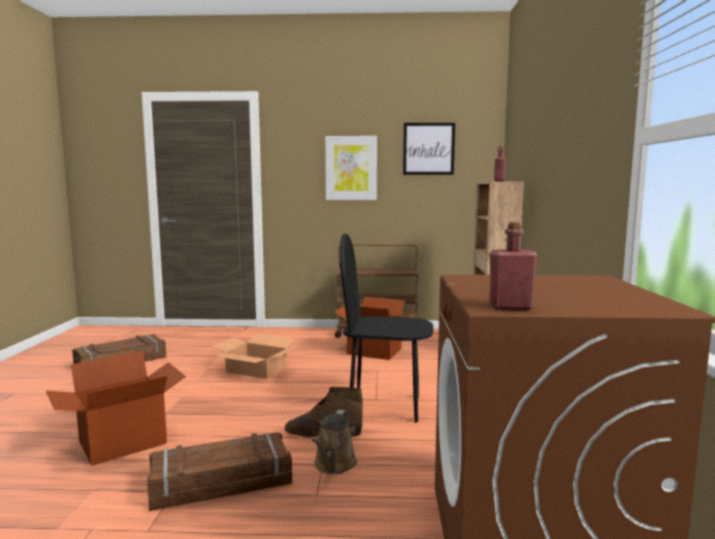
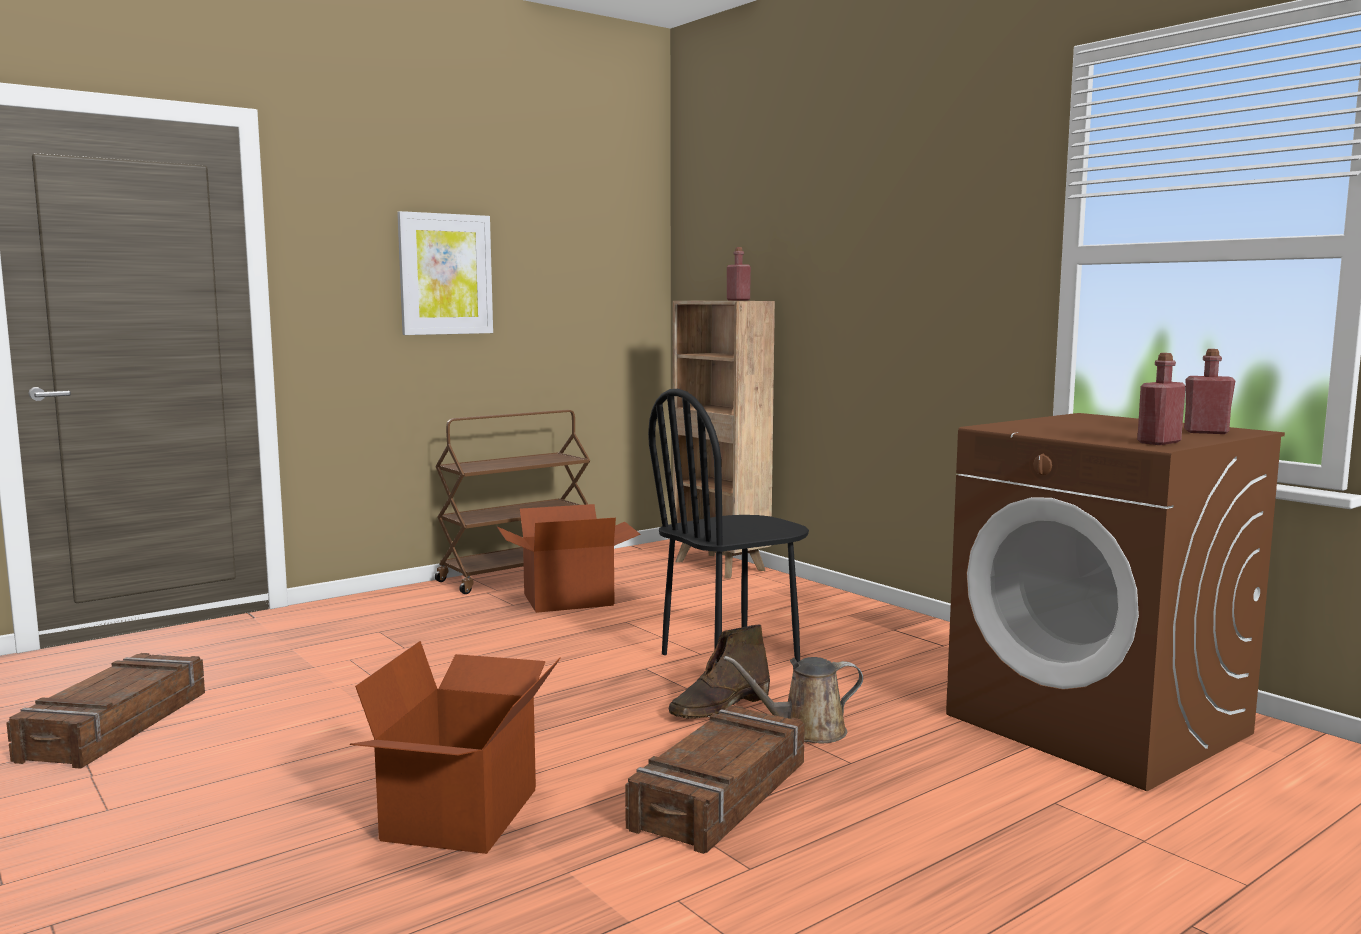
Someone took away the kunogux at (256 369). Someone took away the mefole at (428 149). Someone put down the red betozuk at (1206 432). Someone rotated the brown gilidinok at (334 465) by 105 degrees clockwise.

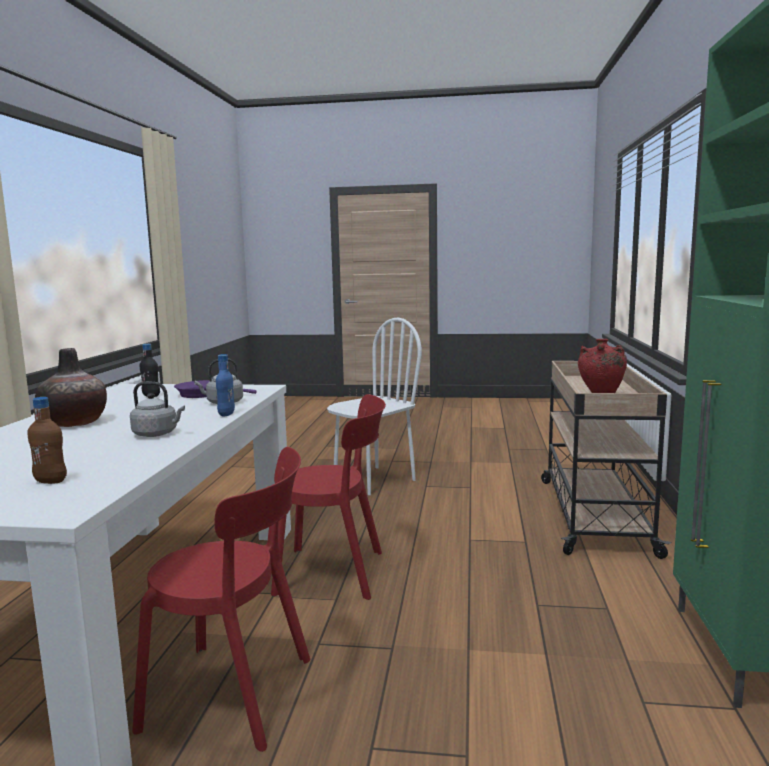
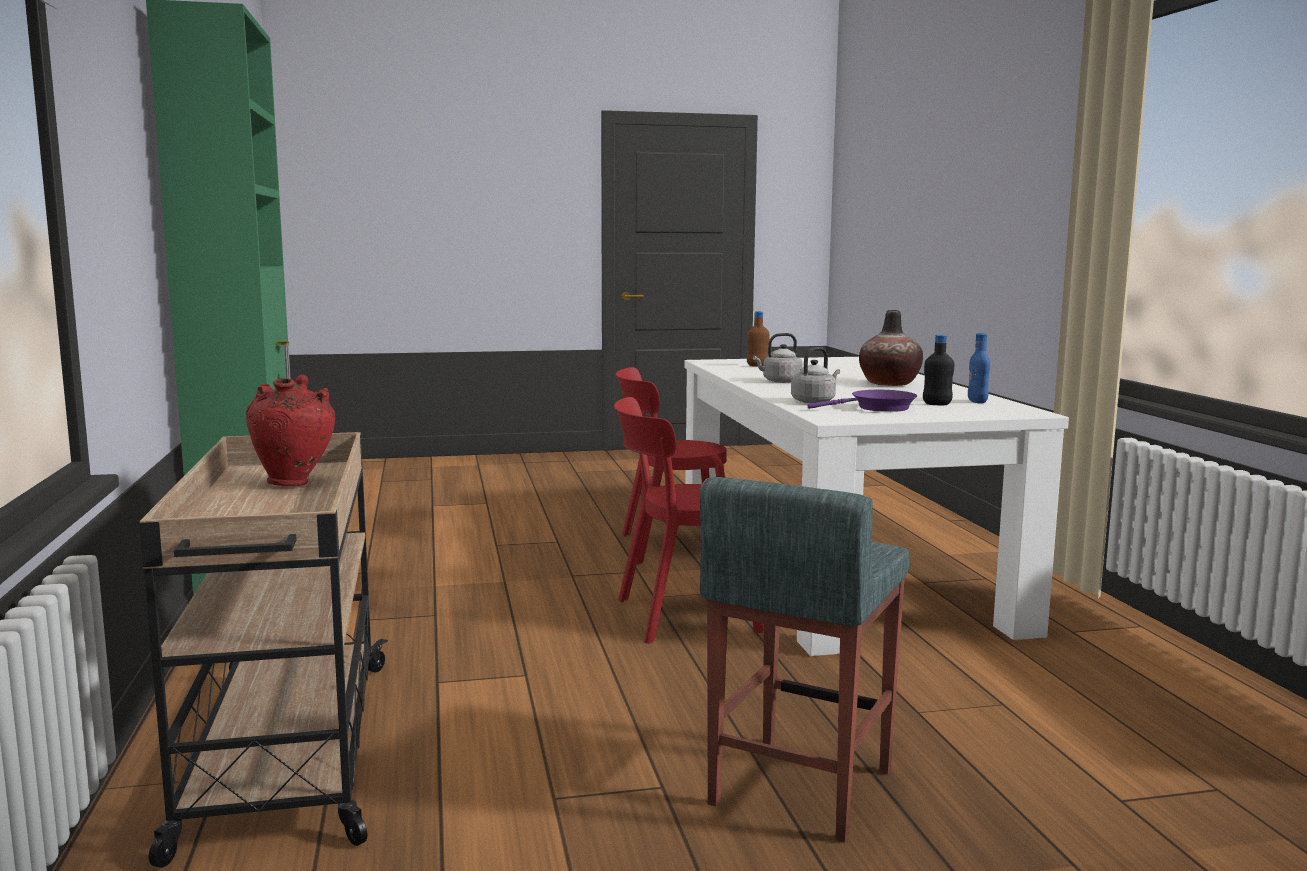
Someone carried the blue betozuk from (226 414) to (977 402). Someone swapped the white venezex at (374 480) for the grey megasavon at (799 788).

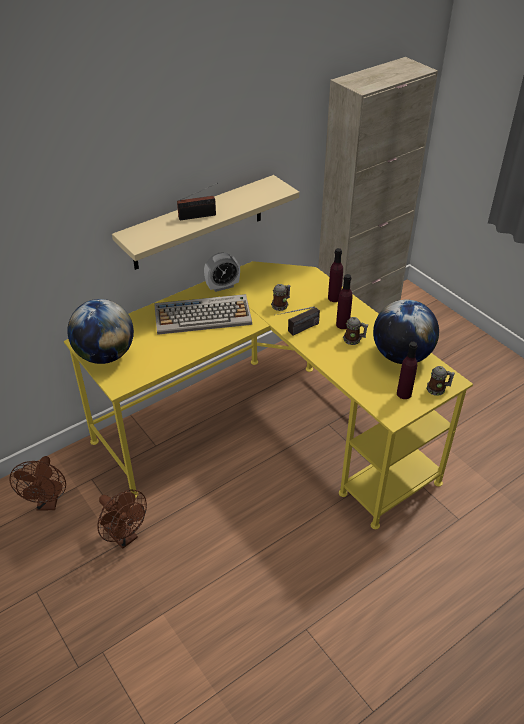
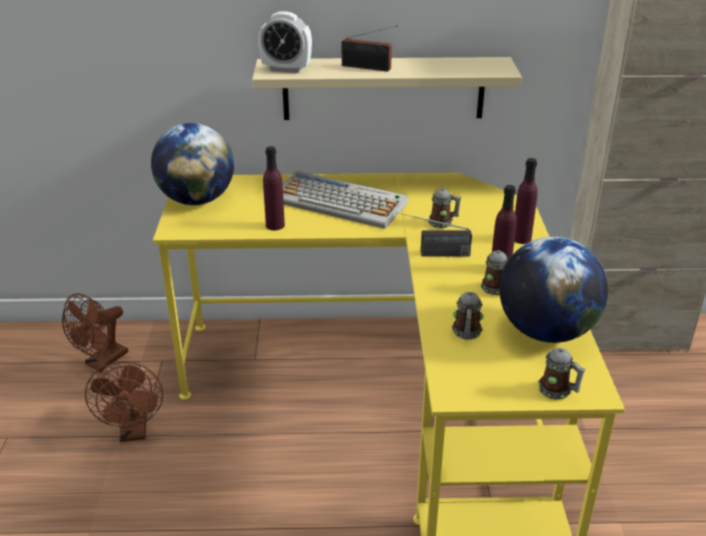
Someone put down the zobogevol at (466 334). Someone carried the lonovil from (222 286) to (286 69). Someone carried the purple betozuk from (404 394) to (275 225).

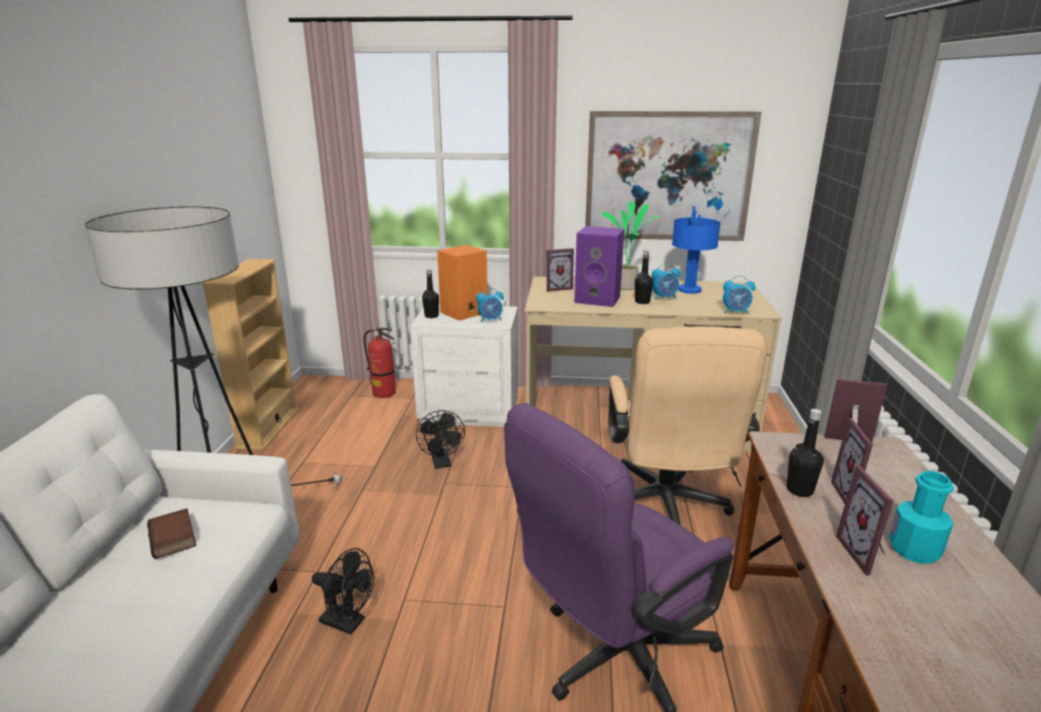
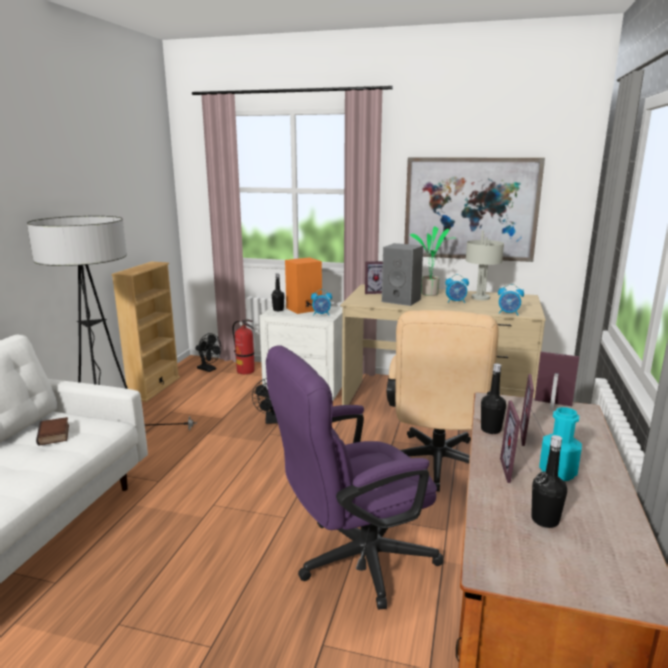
Someone carried the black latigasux from (348 622) to (209 369). Someone carried the black betozuk from (642 302) to (545 520). Someone repainted the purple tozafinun at (598 299), which became the grey tozafinun at (402 300). Someone repainted the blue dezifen at (690 290), which became the grey dezifen at (481 298).

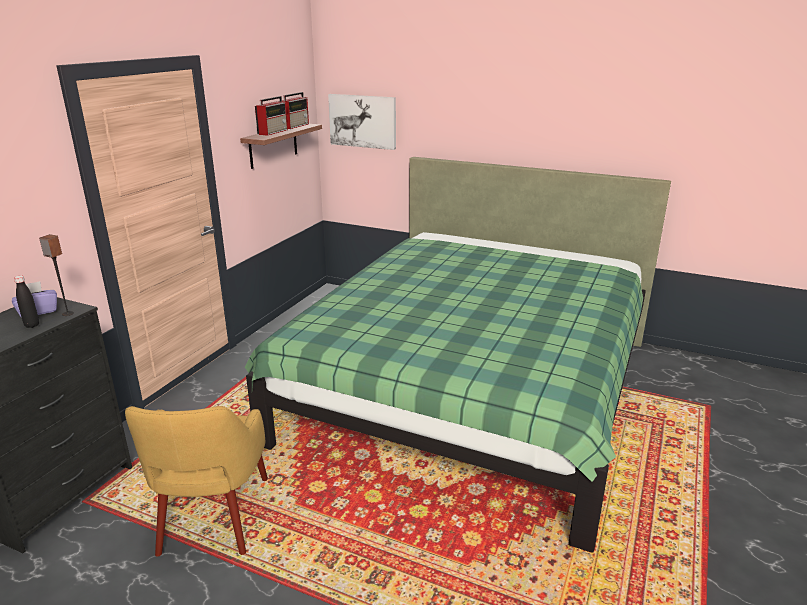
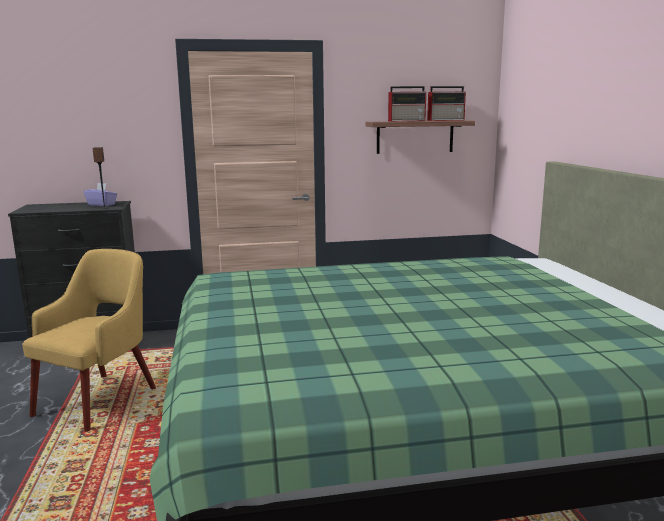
Someone took away the black betozuk at (32 325). Someone took away the mefole at (363 121). Someone rotated the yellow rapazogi at (213 518) by 150 degrees clockwise.

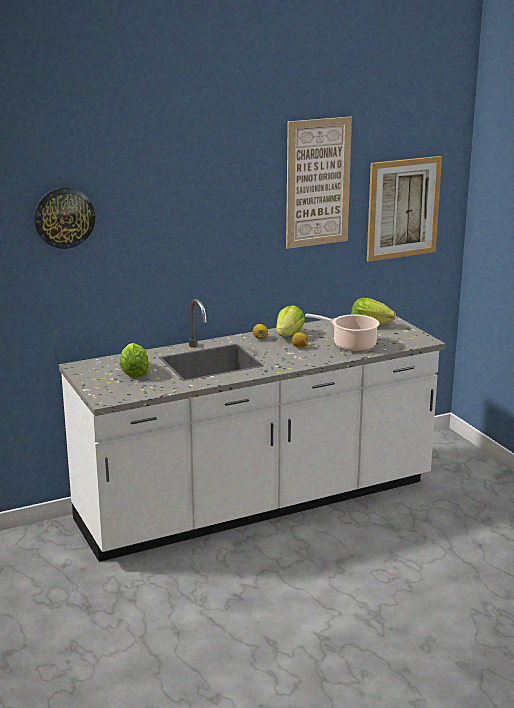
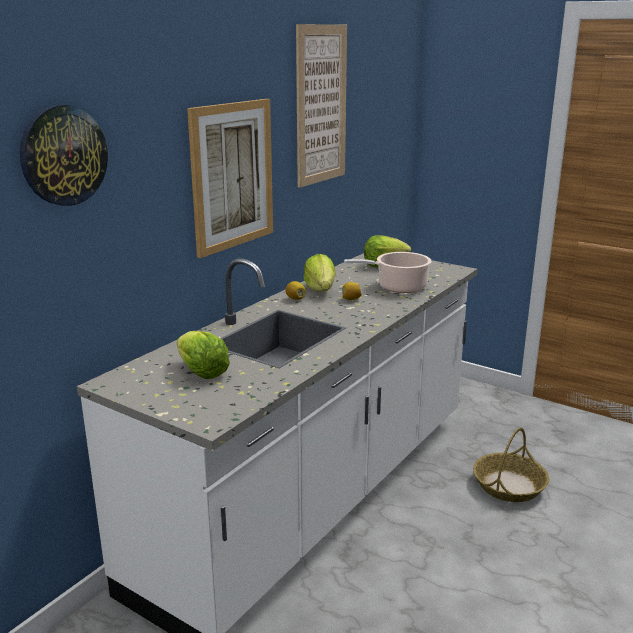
Someone put down the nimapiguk at (509 485). Someone carried the mefole from (403 208) to (232 176).

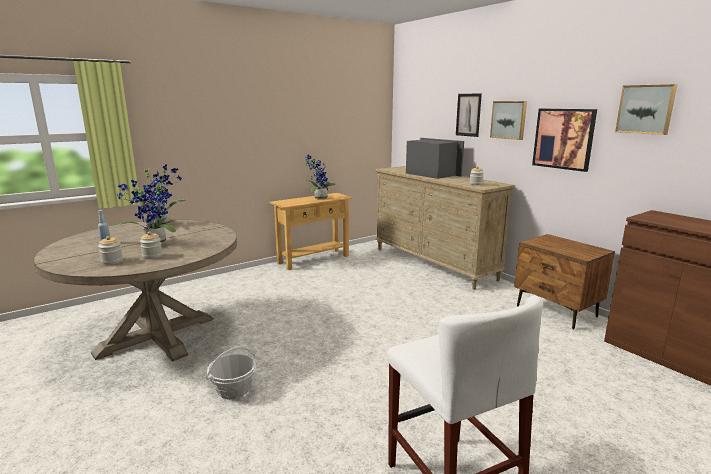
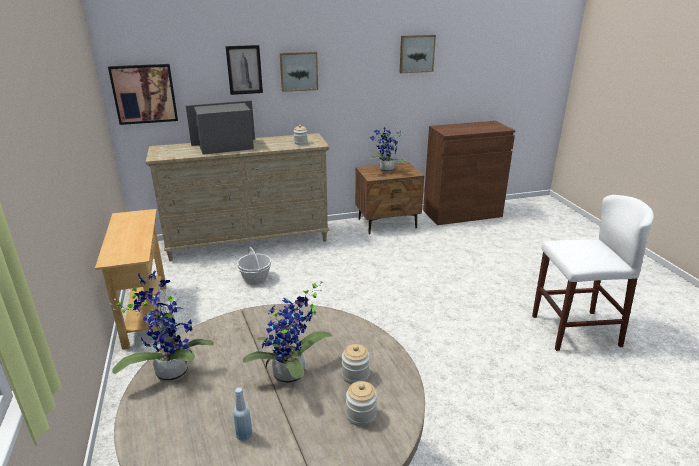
Someone carried the nimapiguk from (233 389) to (255 278). Someone carried the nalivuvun from (319 198) to (385 171). Someone carried the mefole from (563 138) to (144 94).

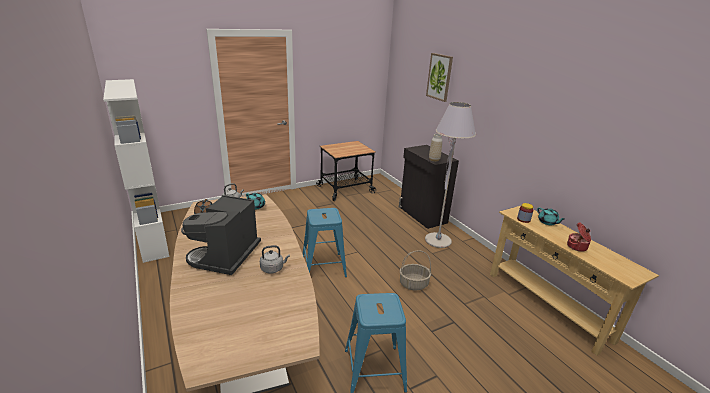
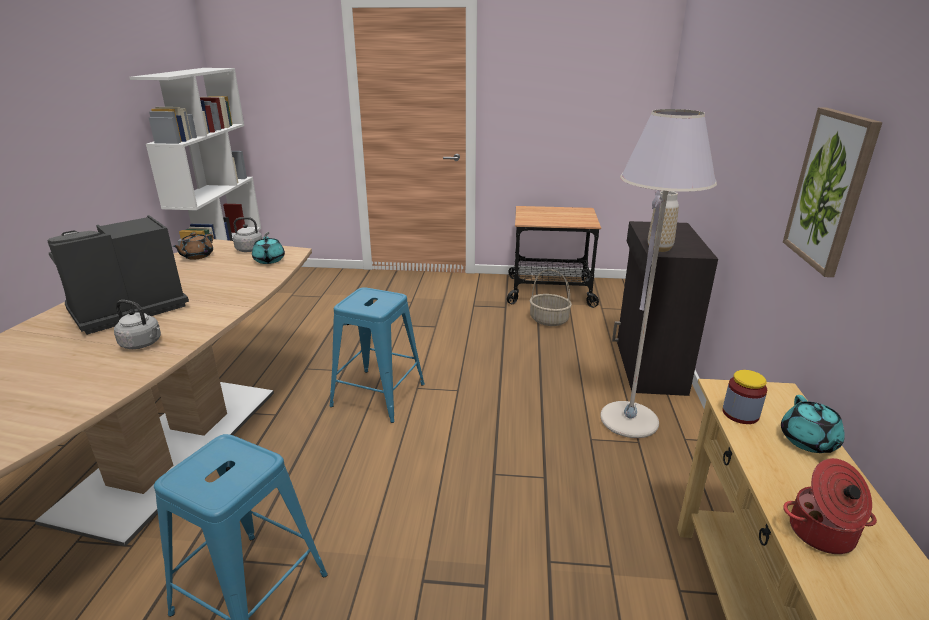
Someone carried the nimapiguk from (413 284) to (548 320). Someone carried the mefole from (439 77) to (830 190).

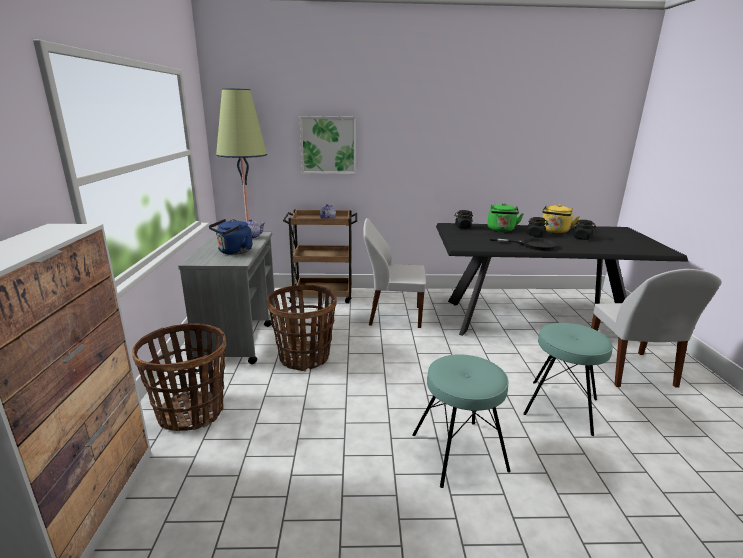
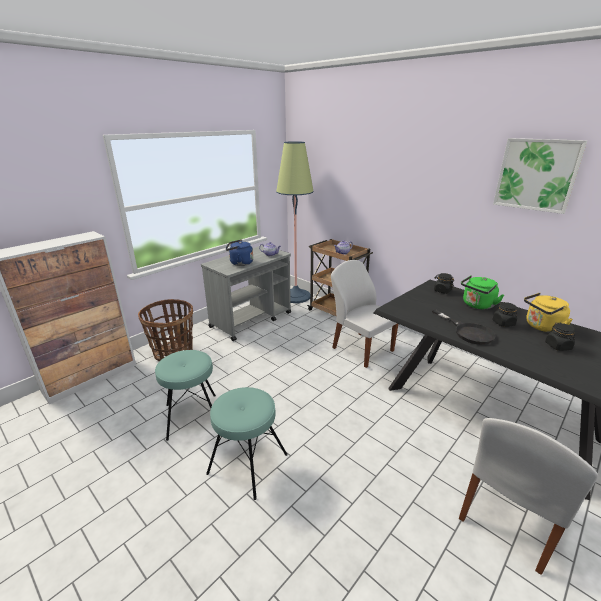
Someone took away the nimapiguk at (304 357). Someone carried the mefole from (328 145) to (536 175). Someone carried the turquoise megasavon from (560 406) to (192 416).

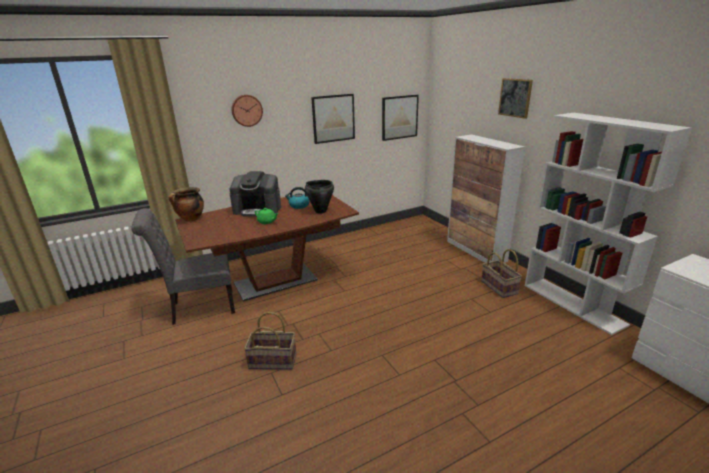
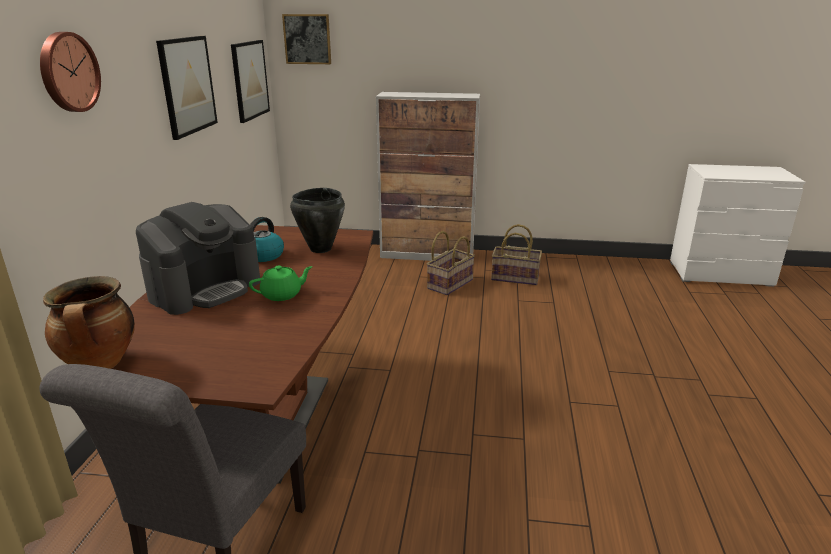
Someone took away the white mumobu at (573 304). Someone carried the nimapiguk from (273 360) to (449 284). Someone carried the mefole from (515 97) to (307 39).

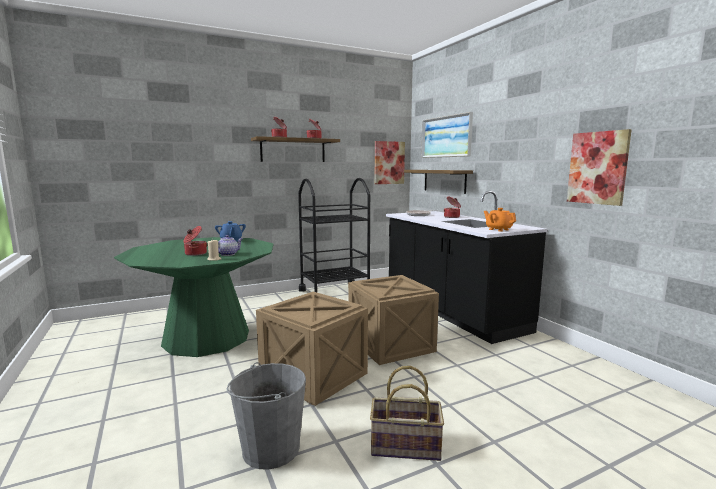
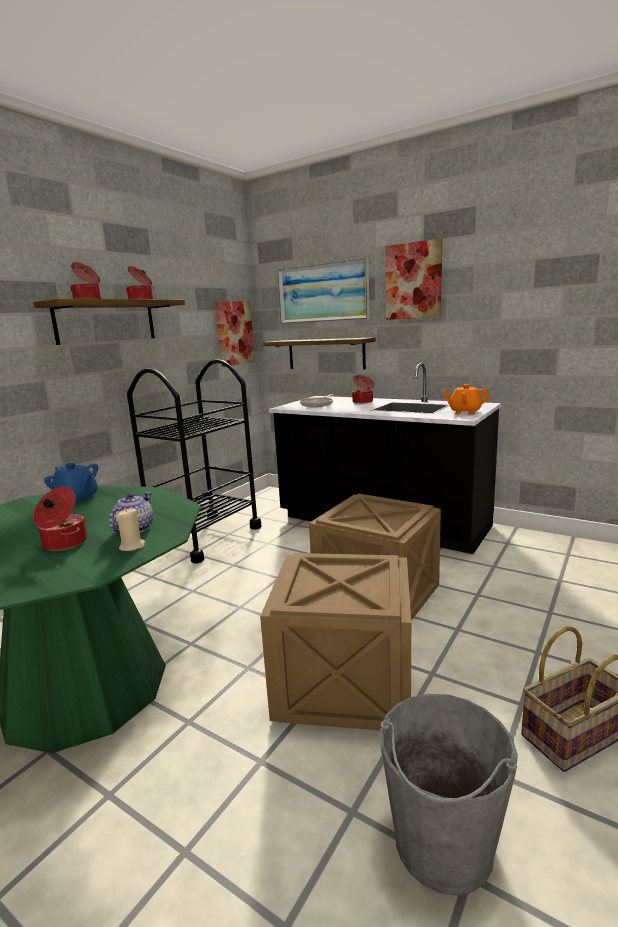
Someone carried the mefole from (597 168) to (413 281).

